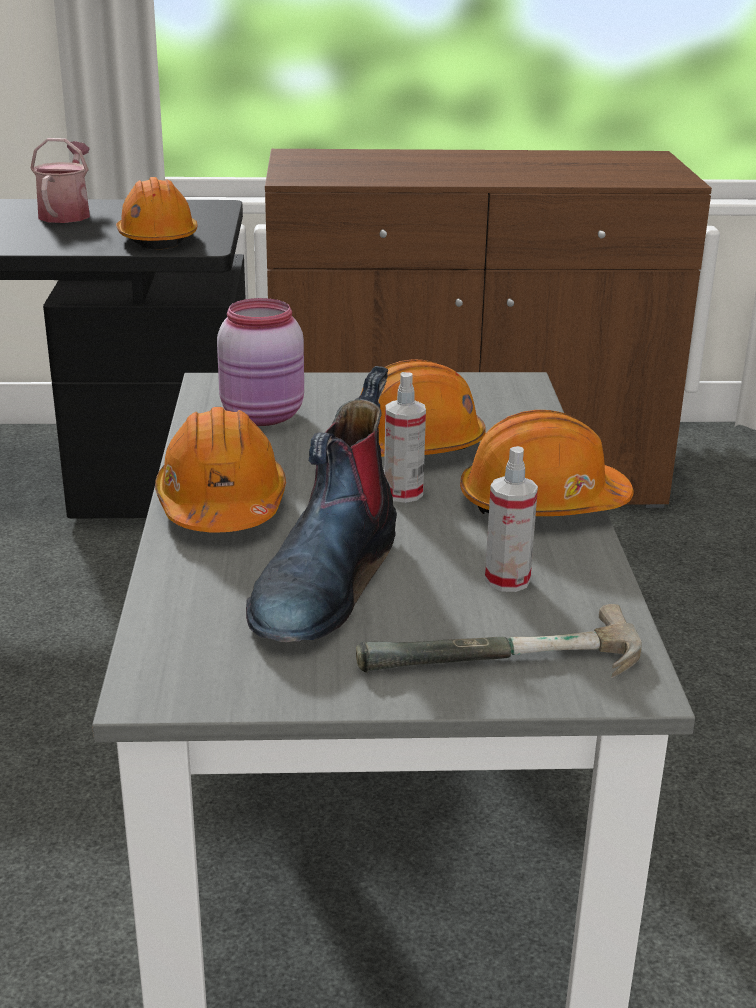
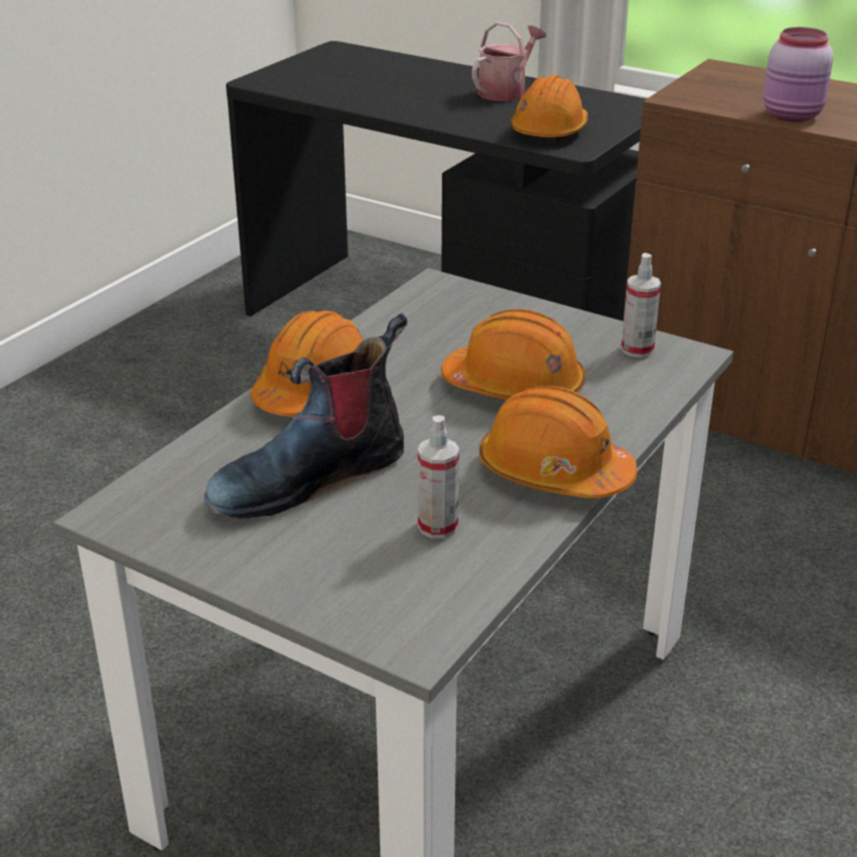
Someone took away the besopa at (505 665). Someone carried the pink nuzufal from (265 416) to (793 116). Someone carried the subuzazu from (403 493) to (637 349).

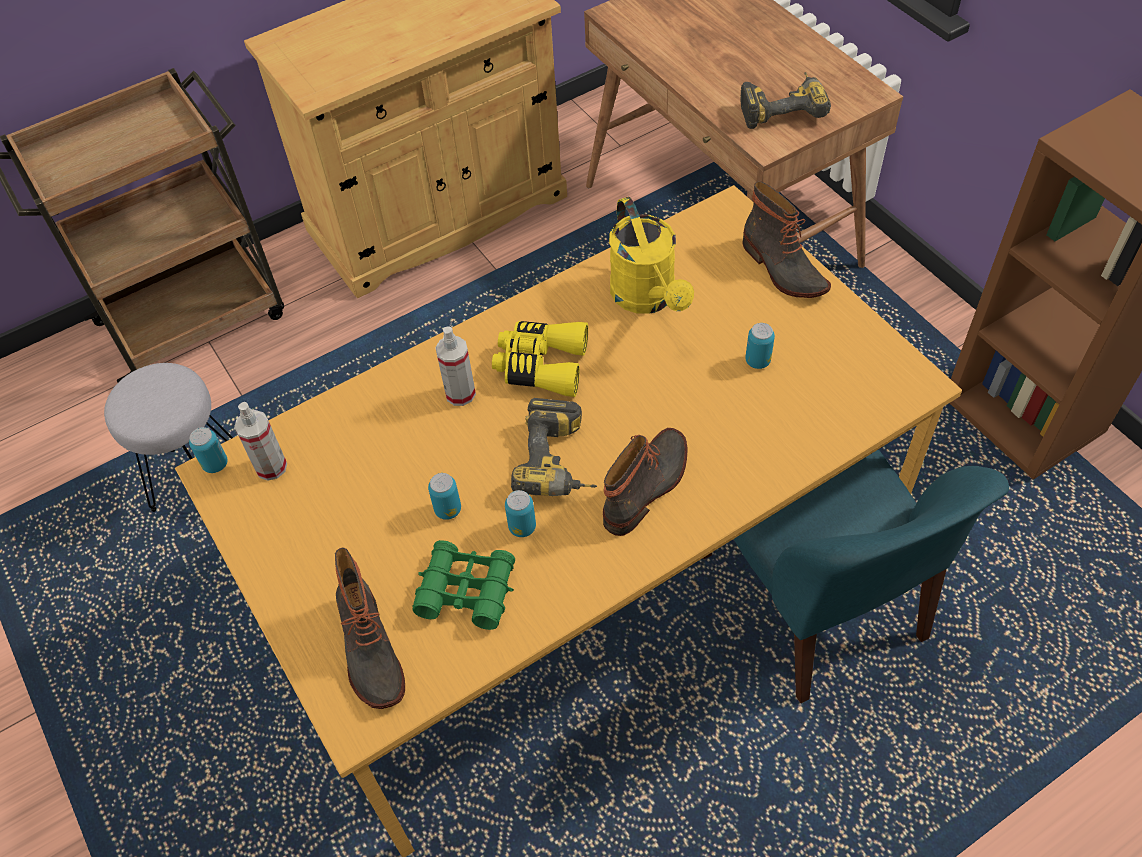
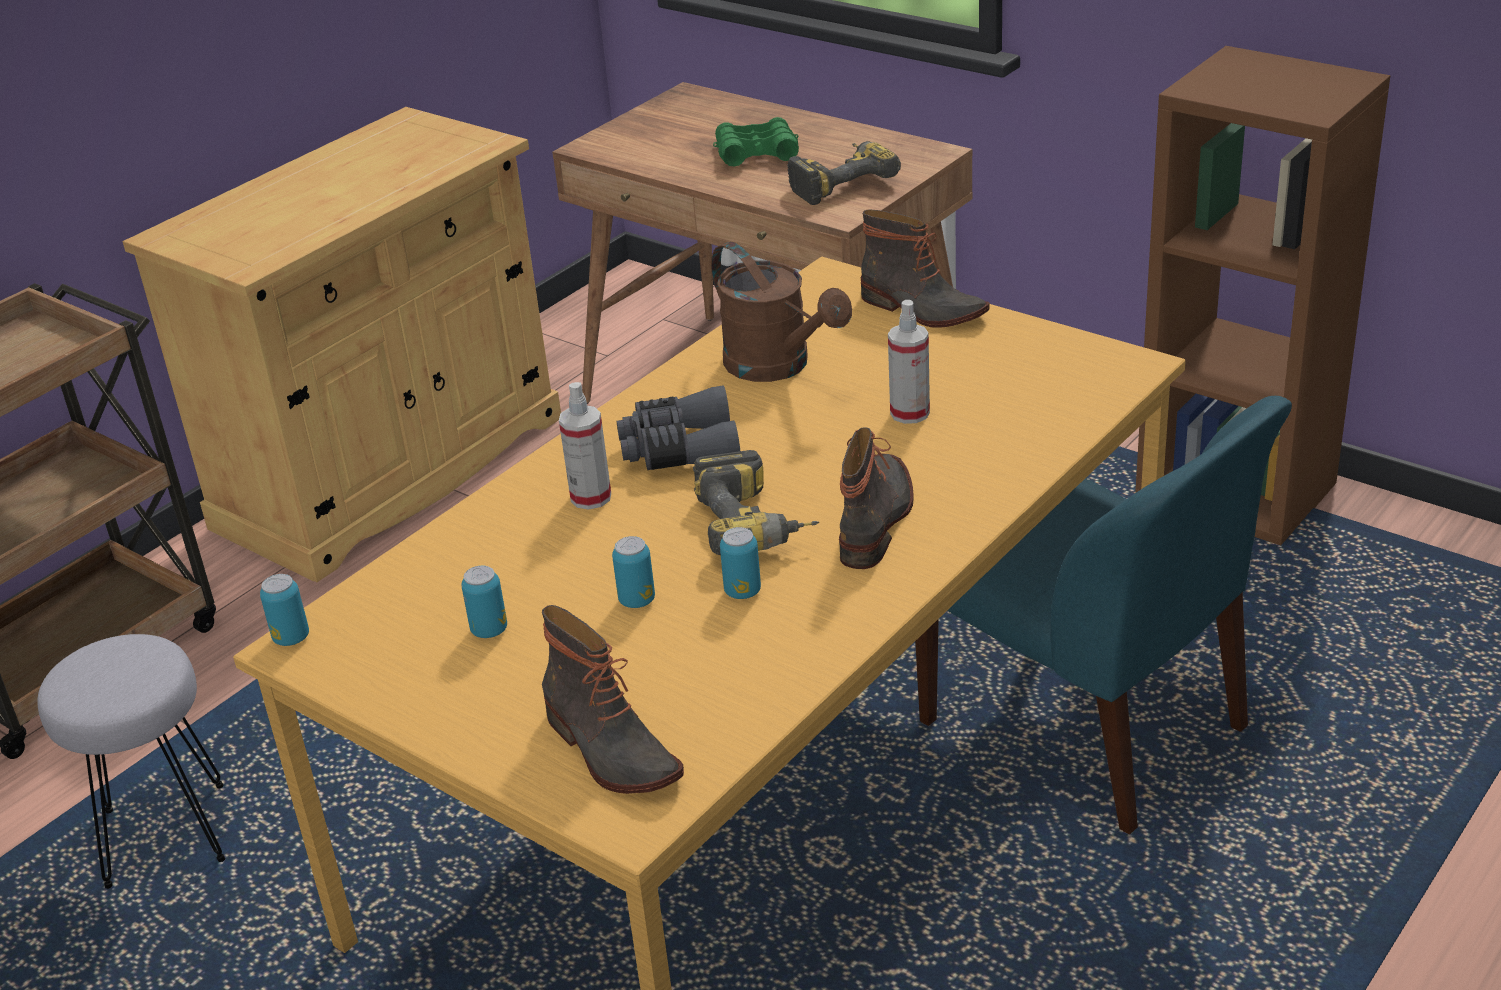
Someone carried the subuzazu from (271 467) to (910 413). Someone carried the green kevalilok from (466 590) to (756 153). Someone carried the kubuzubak from (757 361) to (489 630). Someone repainted the yellow kevalilok at (541 365), which became the grey kevalilok at (679 450). Someone repainted the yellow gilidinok at (648 298), which became the brown gilidinok at (778 366).

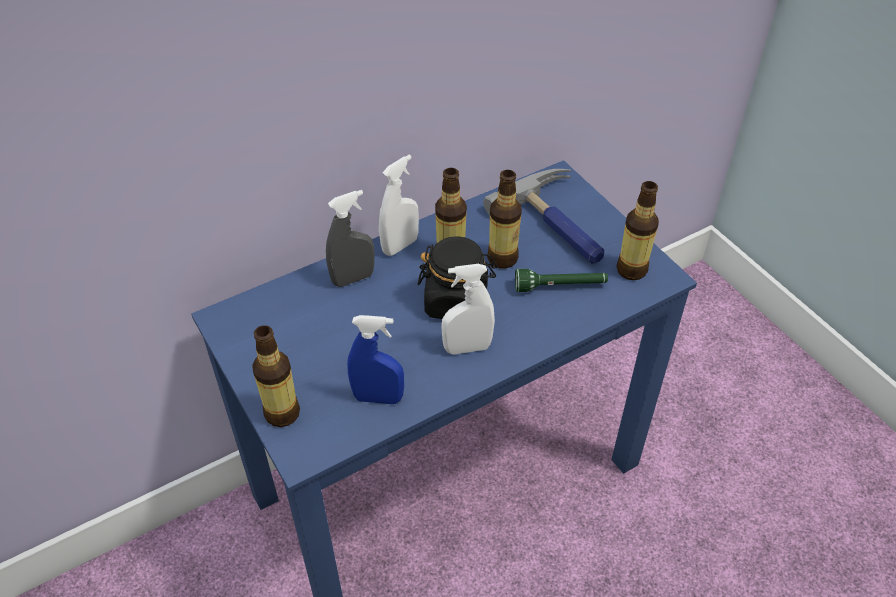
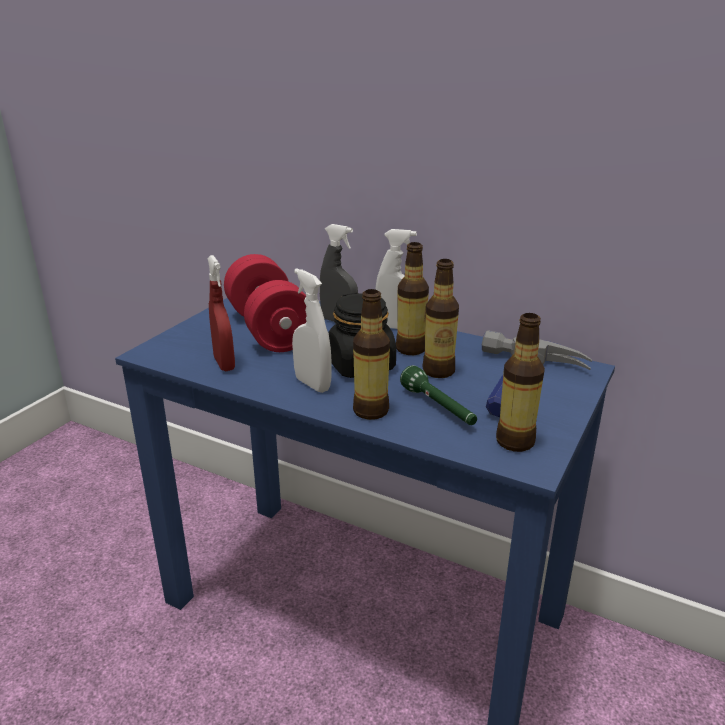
Someone put down the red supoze at (269 329). Someone carried the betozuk from (282 413) to (370 411). Someone repainted the blue subuzazu at (378 398), which became the red subuzazu at (224 364).

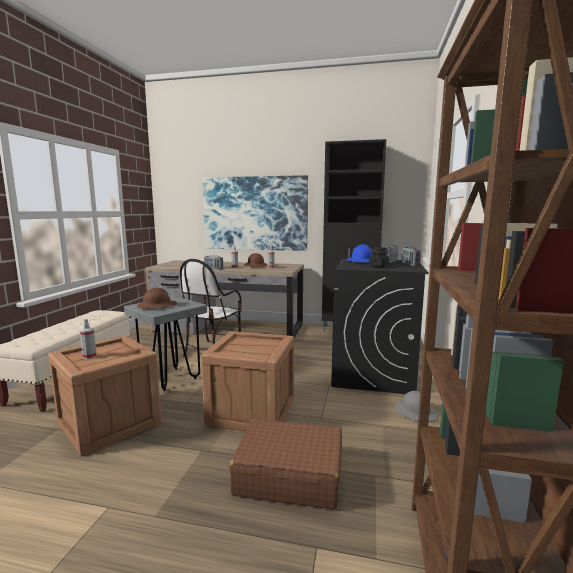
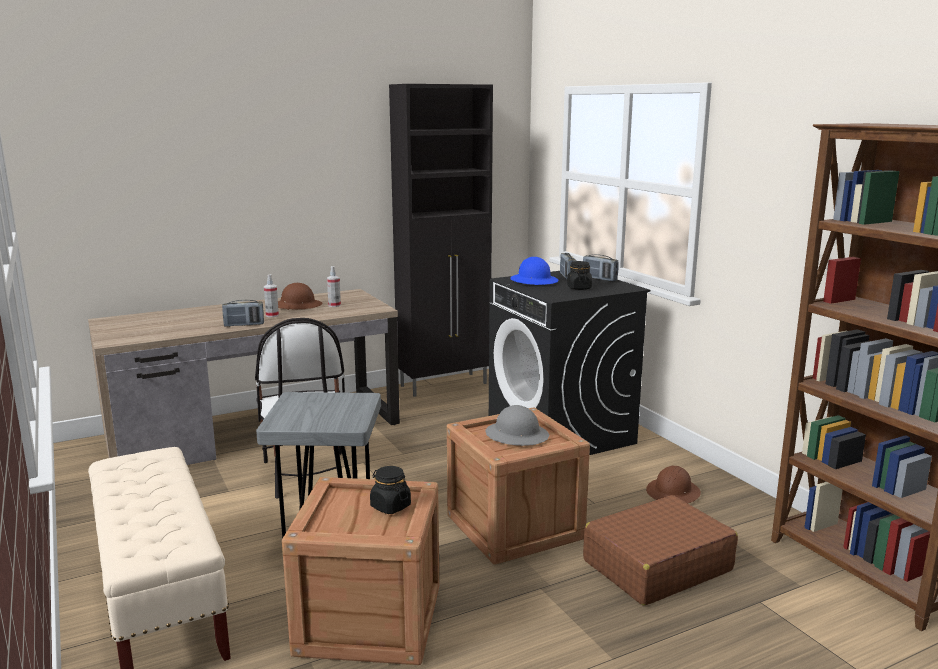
Someone took away the subuzazu at (89 356). Someone took away the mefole at (255 213). Someone put down the black nuzufal at (390 506). Someone carried the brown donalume from (157 306) to (673 493). Someone carried the grey donalume from (415 411) to (517 435).

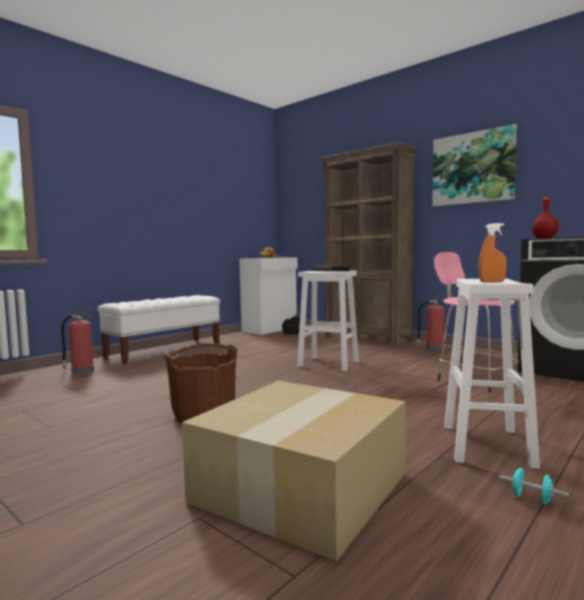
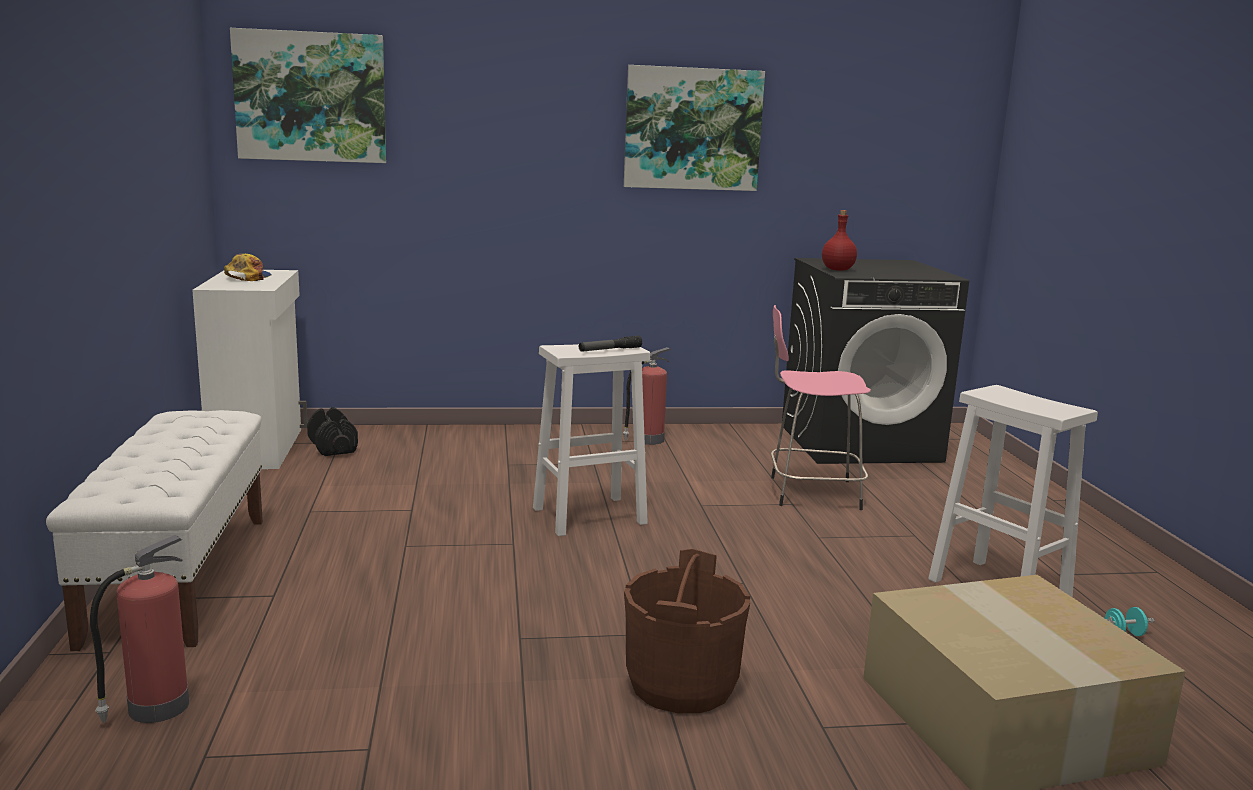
Someone took away the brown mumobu at (367 338). Someone took away the orange subuzazu at (492 282). Someone put up the mefole at (311 97).

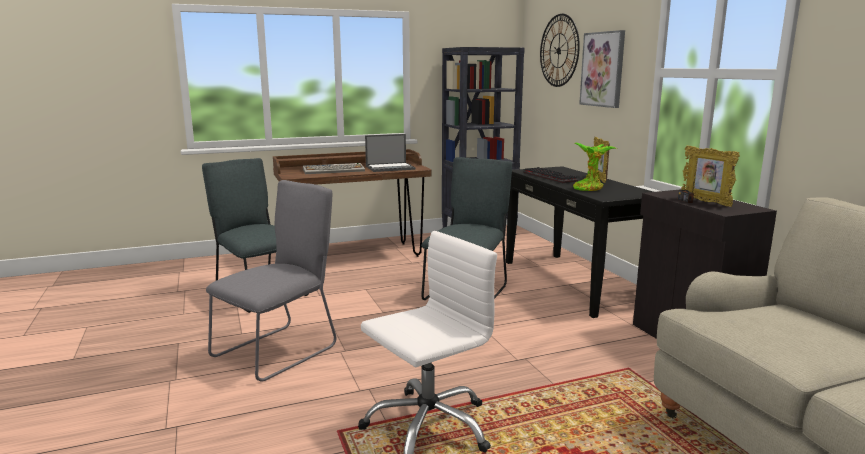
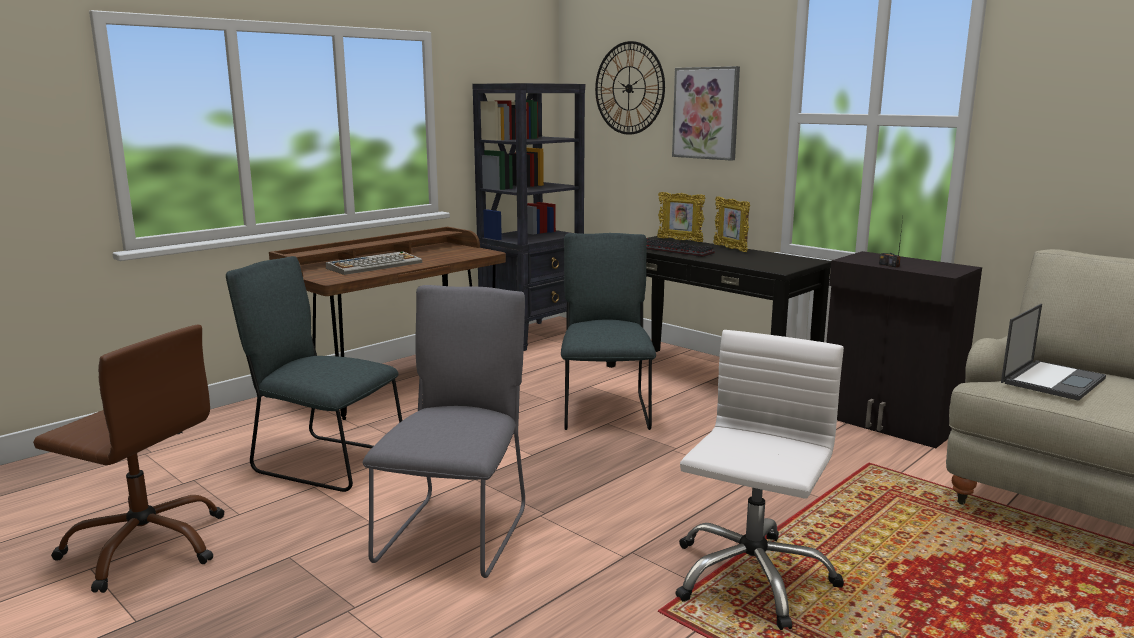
Someone took away the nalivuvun at (589 188). Someone put down the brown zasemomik at (147 546). Someone carried the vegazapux from (390 168) to (1052 380). Someone carried the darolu from (705 202) to (680 240).

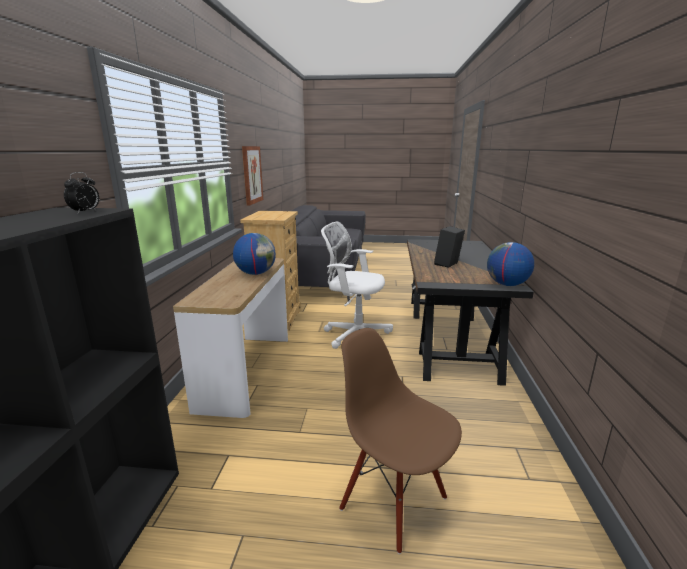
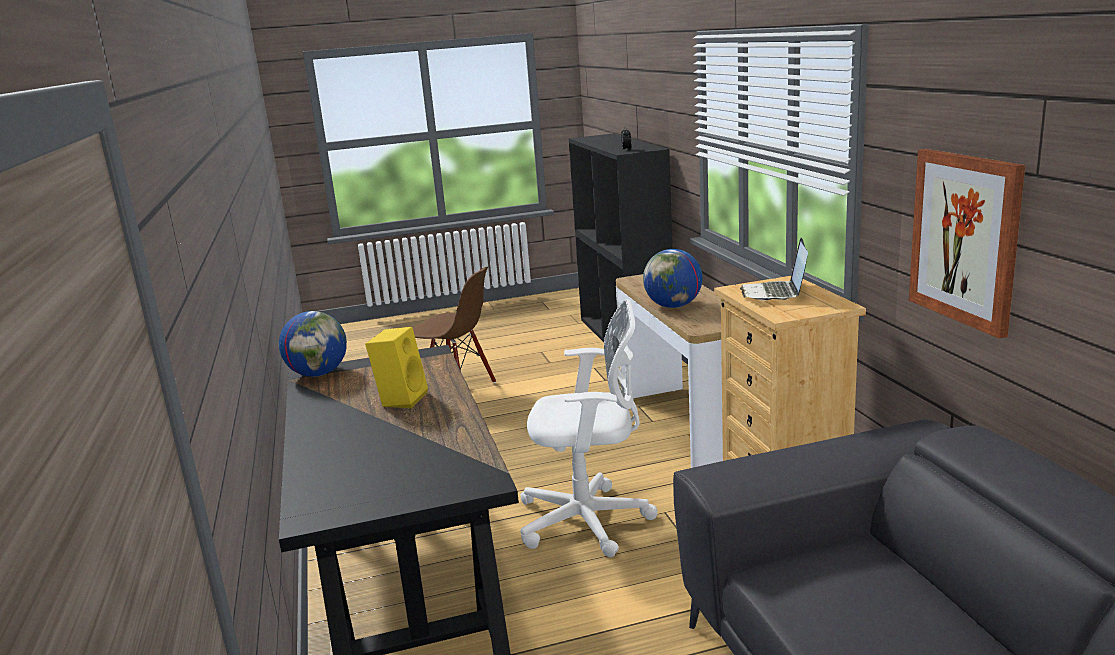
Someone put down the vegazapux at (775 293). Someone repainted the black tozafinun at (448 264), which became the yellow tozafinun at (401 399).

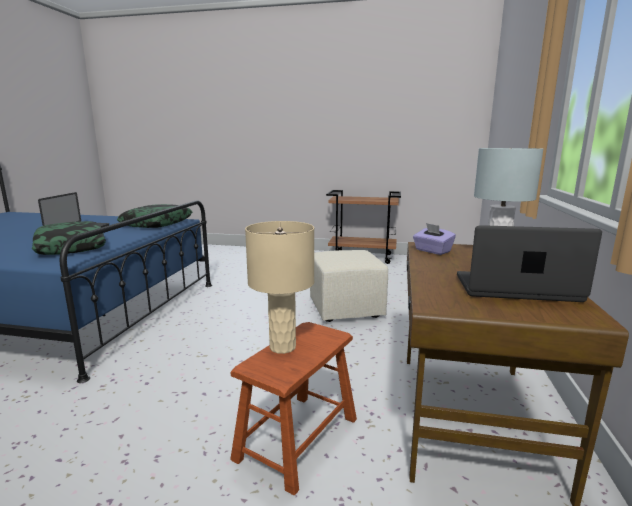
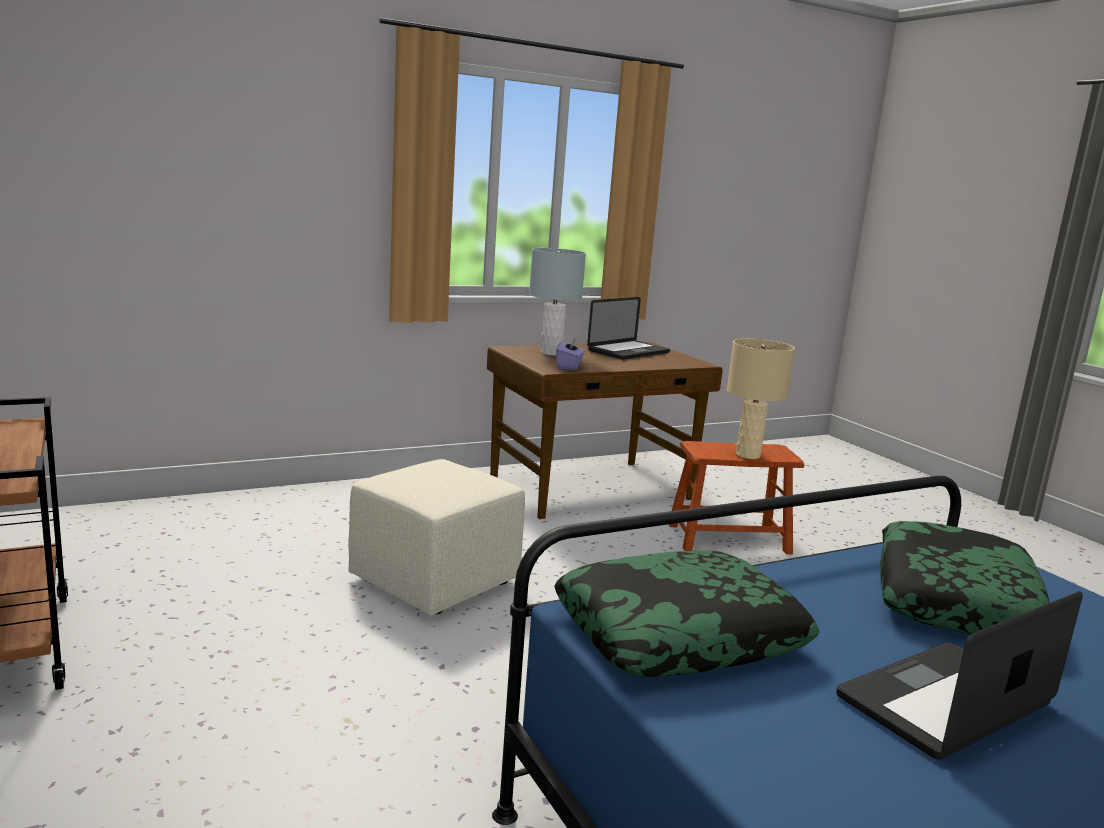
Someone rotated the vegazapux at (516 288) by 105 degrees counterclockwise.

